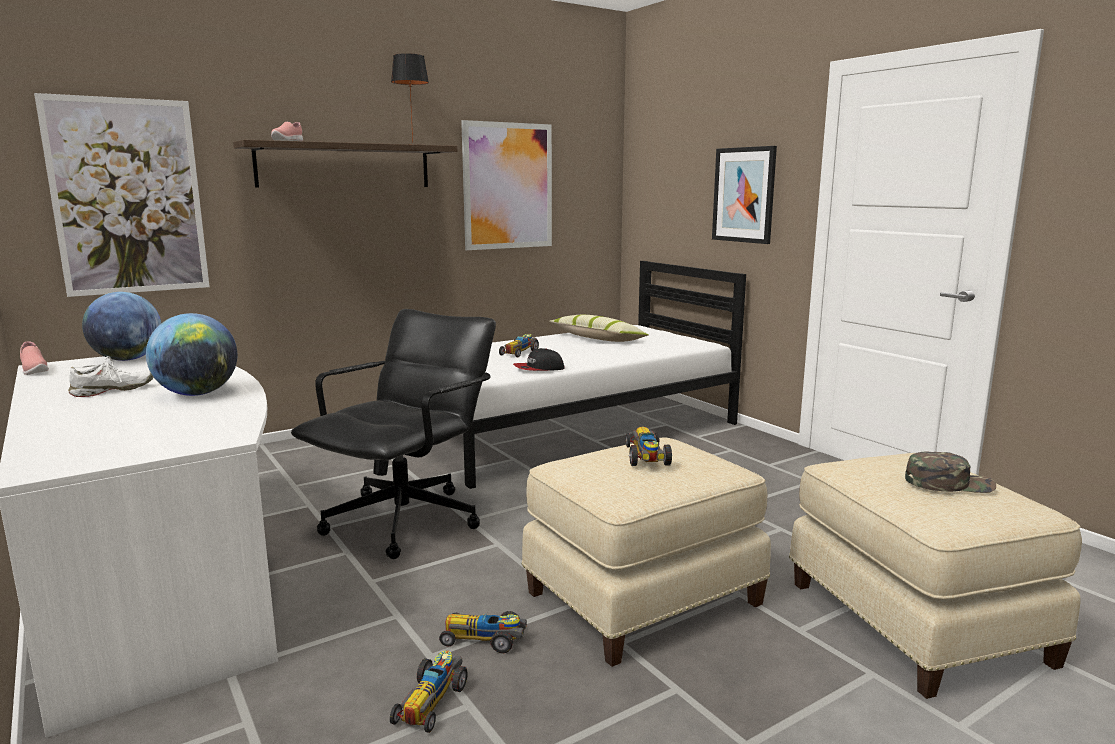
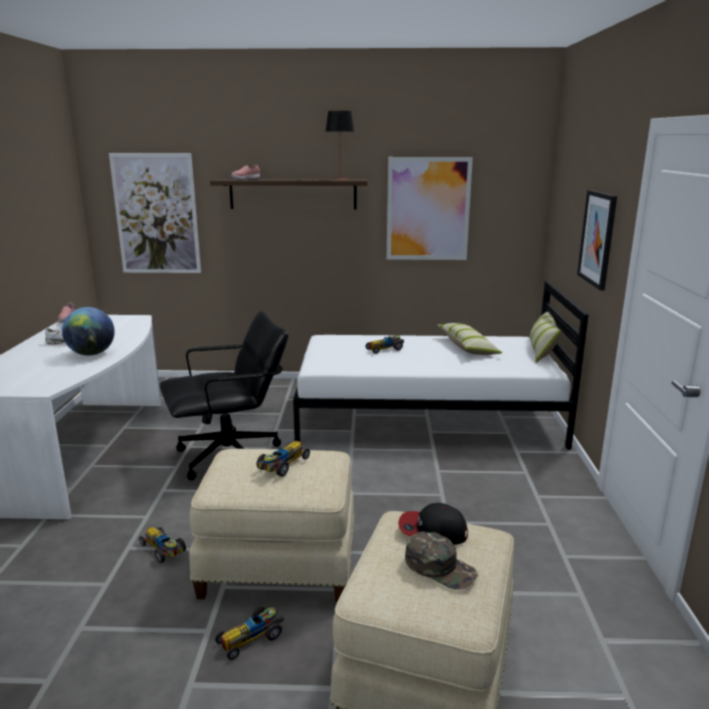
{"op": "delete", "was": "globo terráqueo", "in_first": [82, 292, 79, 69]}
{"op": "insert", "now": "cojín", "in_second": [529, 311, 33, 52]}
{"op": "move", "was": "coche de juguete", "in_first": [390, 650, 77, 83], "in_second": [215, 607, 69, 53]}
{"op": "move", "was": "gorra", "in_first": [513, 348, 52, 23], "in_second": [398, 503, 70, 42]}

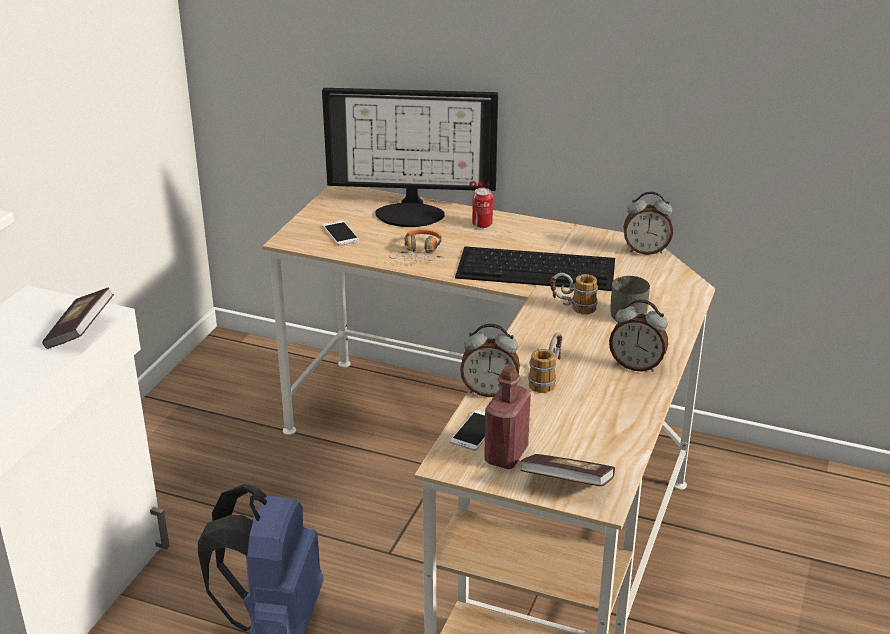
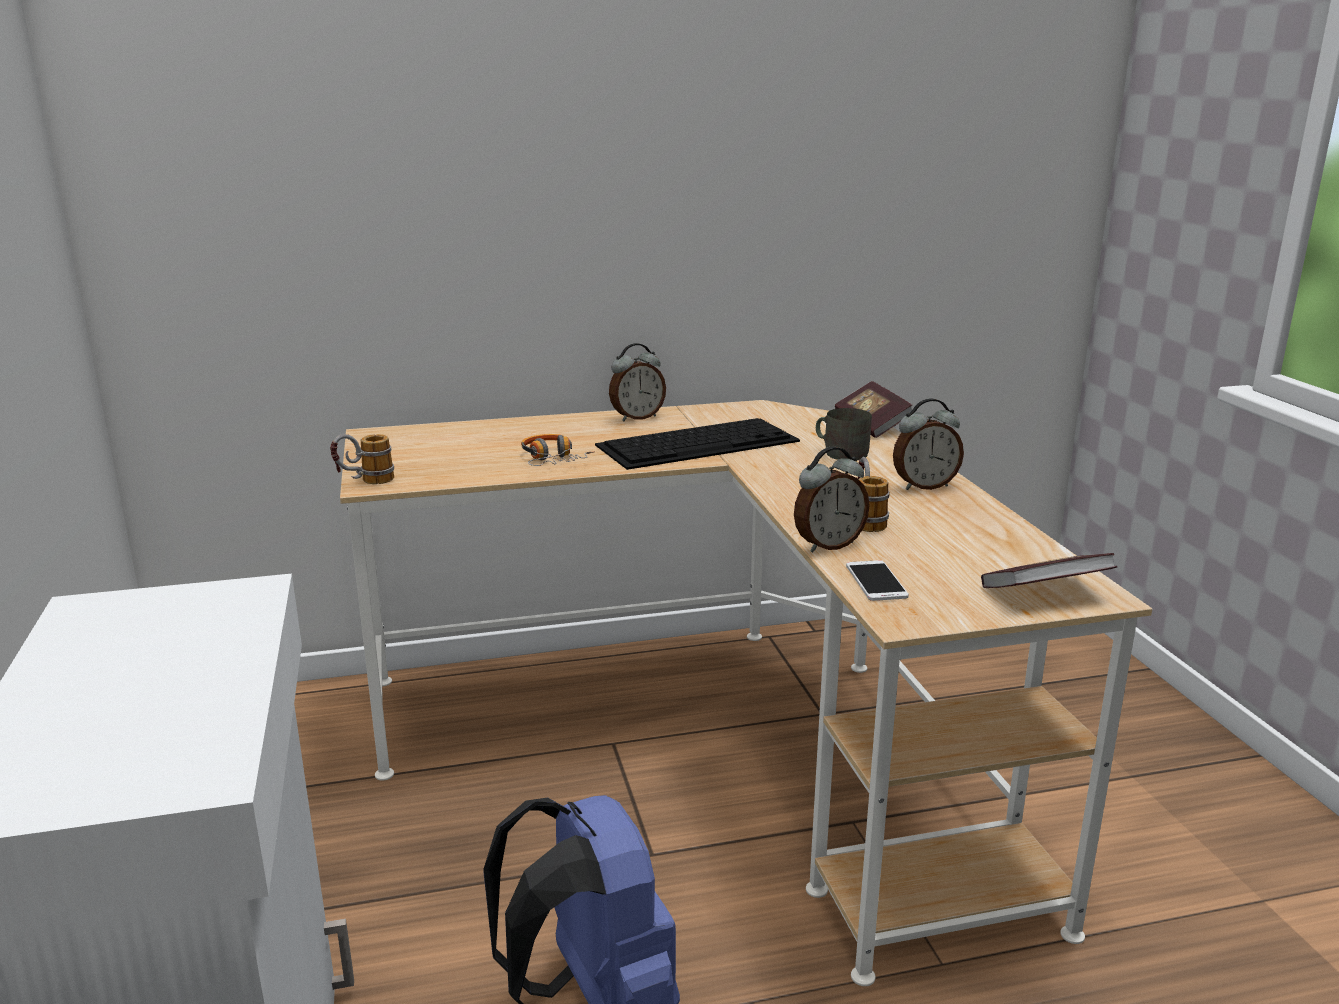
{"op": "delete", "was": "monitor", "in_first": [322, 88, 176, 139]}
{"op": "delete", "was": "móvil", "in_first": [323, 220, 36, 25]}
{"op": "delete", "was": "lata", "in_first": [472, 188, 21, 40]}
{"op": "delete", "was": "botella [rojo]", "in_first": [484, 366, 47, 103]}
{"op": "move", "was": "libro", "in_first": [42, 287, 72, 62], "in_second": [835, 381, 77, 57]}
{"op": "move", "was": "taza grande", "in_first": [550, 273, 48, 41], "in_second": [330, 434, 64, 50]}
{"op": "move", "was": "despertador", "in_first": [623, 191, 50, 64], "in_second": [609, 343, 57, 78]}

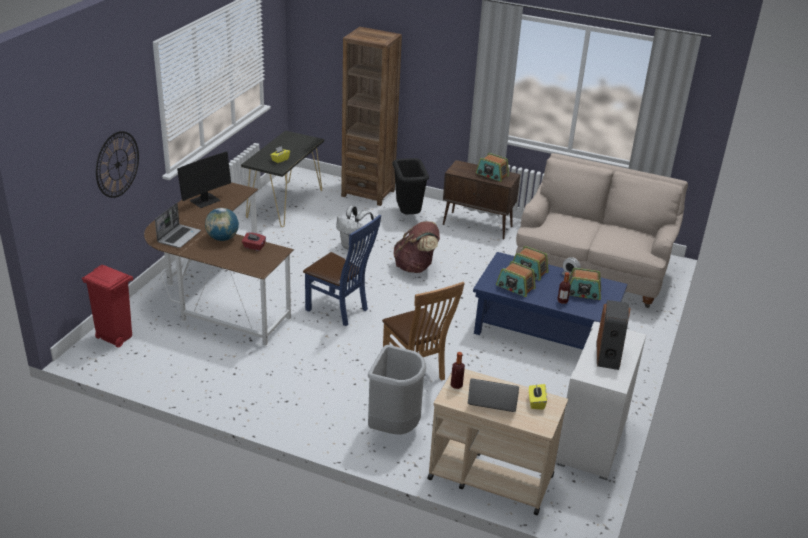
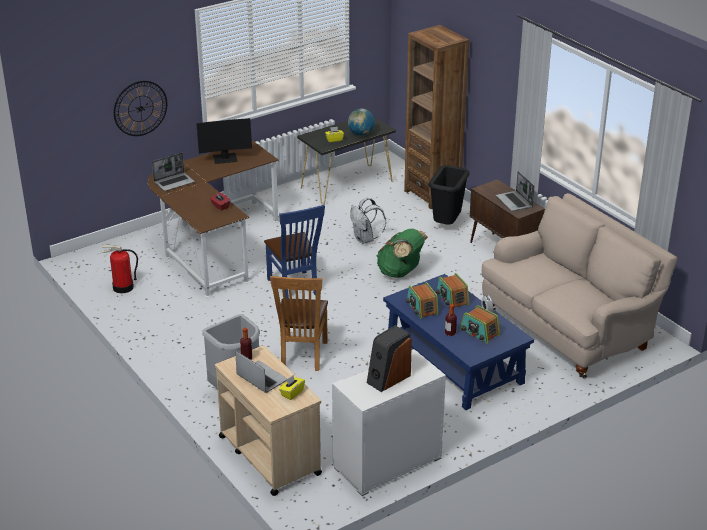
{"op": "delete", "was": "papelera [rojo]", "in_first": [82, 265, 51, 83]}
{"op": "insert", "now": "extintor", "in_second": [100, 245, 38, 48]}
{"op": "move", "was": "globo terráqueo", "in_first": [205, 208, 34, 33], "in_second": [348, 108, 27, 28]}
{"op": "replace", "was": "radio", "now": "portátil", "in_first": [476, 153, 33, 29], "in_second": [496, 171, 39, 40]}
{"op": "recolor", "was": "mochila [marrón]", "now": "mochila [verde]", "in_first": [394, 221, 46, 52], "in_second": [377, 229, 51, 49]}

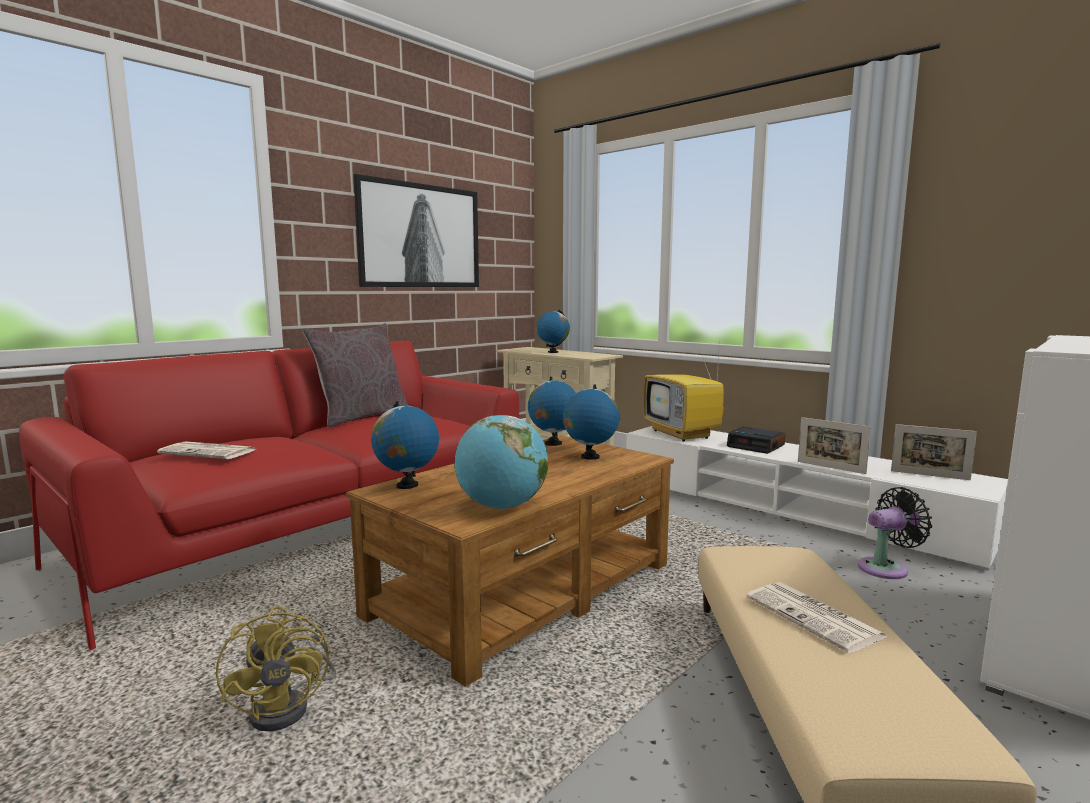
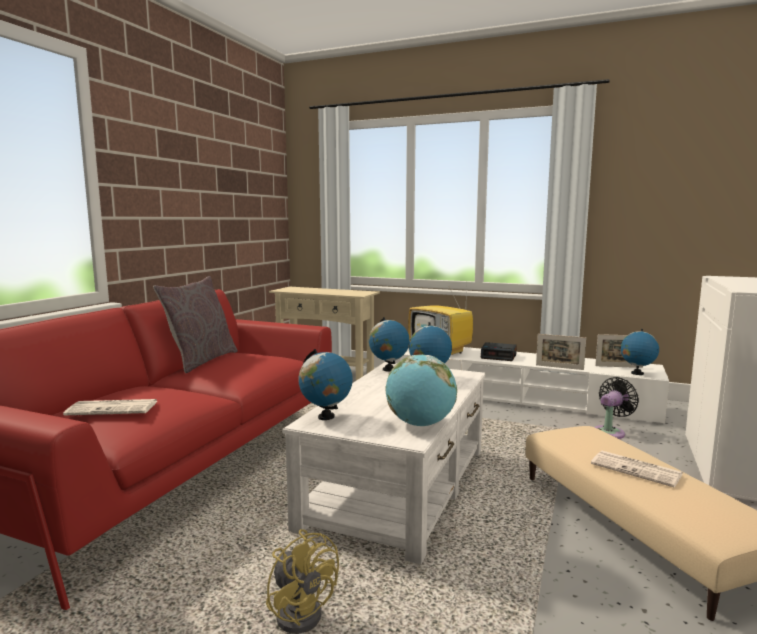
{"op": "delete", "was": "cuadro", "in_first": [353, 174, 126, 113]}
{"op": "move", "was": "globo terráqueo", "in_first": [537, 310, 33, 43], "in_second": [621, 329, 38, 46]}
{"op": "recolor", "was": "mesa de centro [marrón]", "now": "mesa de centro [blanco]", "in_first": [346, 435, 328, 252], "in_second": [282, 362, 204, 202]}

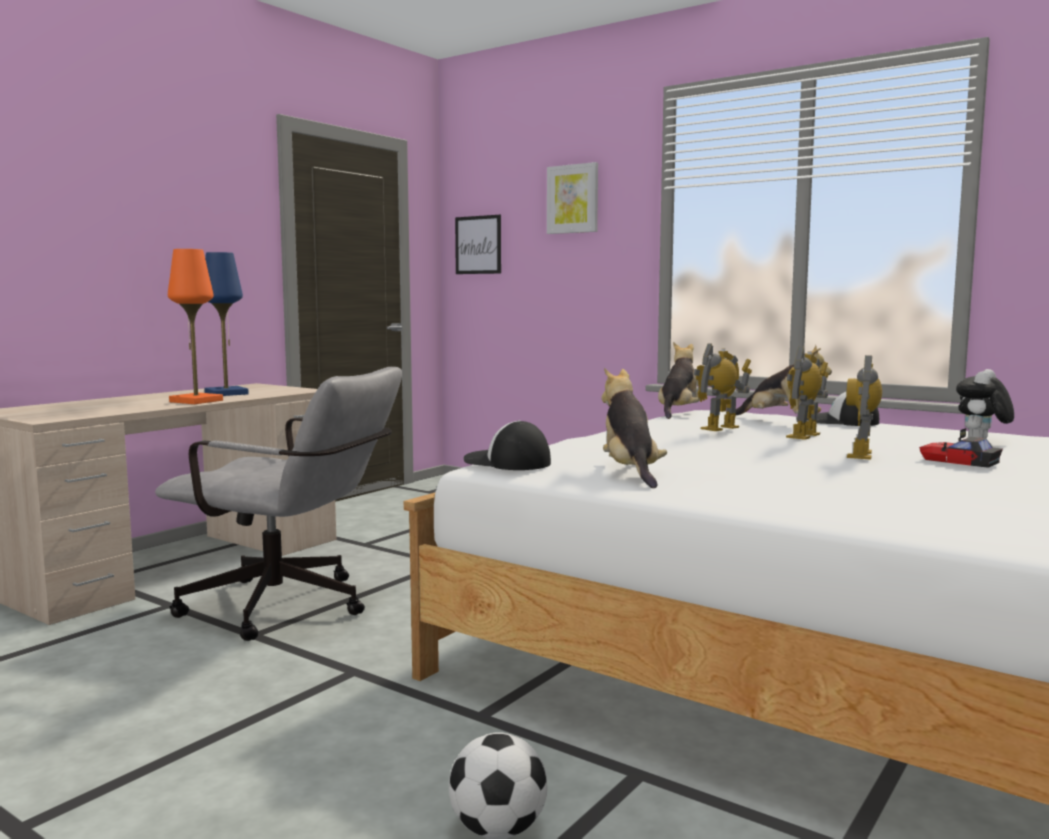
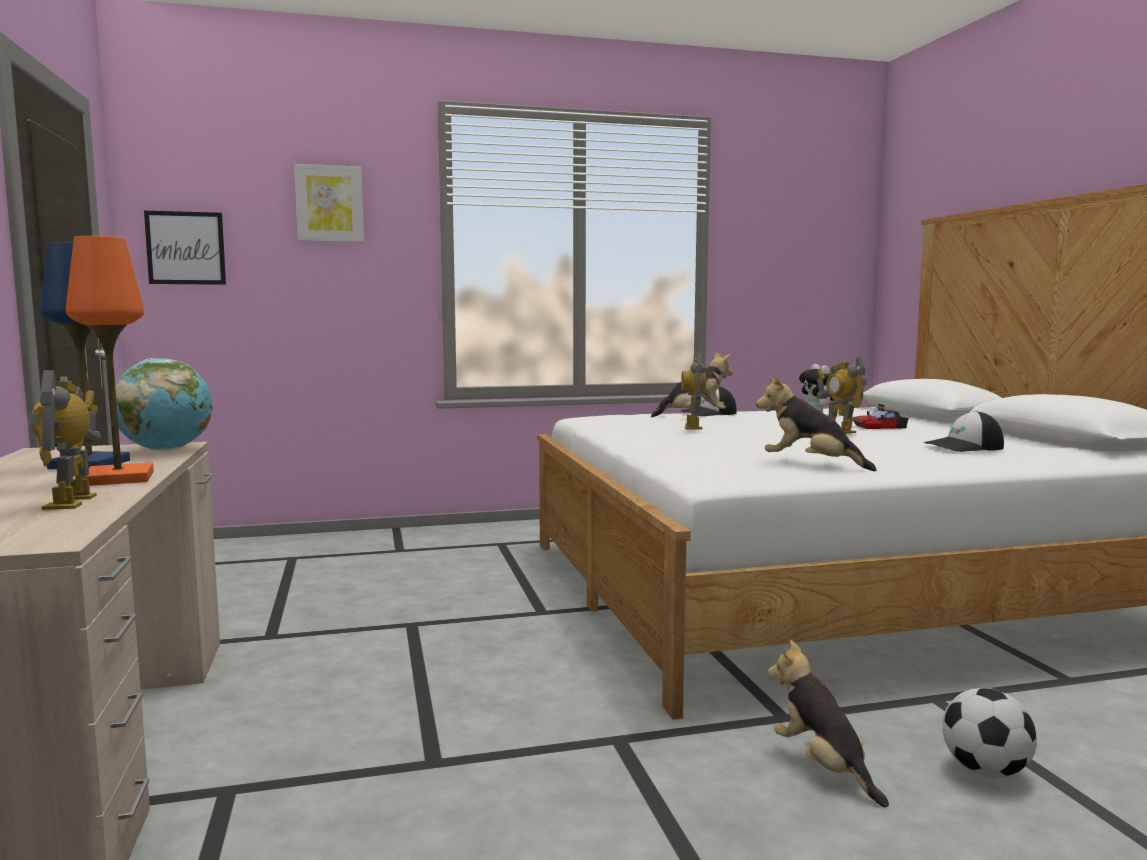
{"op": "delete", "was": "silla de oficina [gris]", "in_first": [155, 367, 247, 274]}
{"op": "insert", "now": "globo terráqueo", "in_second": [115, 358, 98, 93]}
{"op": "move", "was": "gorra", "in_first": [463, 420, 88, 50], "in_second": [924, 411, 80, 41]}
{"op": "move", "was": "peluche", "in_first": [658, 342, 42, 77], "in_second": [768, 640, 121, 167]}
{"op": "move", "was": "robot de juguete", "in_first": [786, 346, 43, 94], "in_second": [31, 370, 70, 140]}

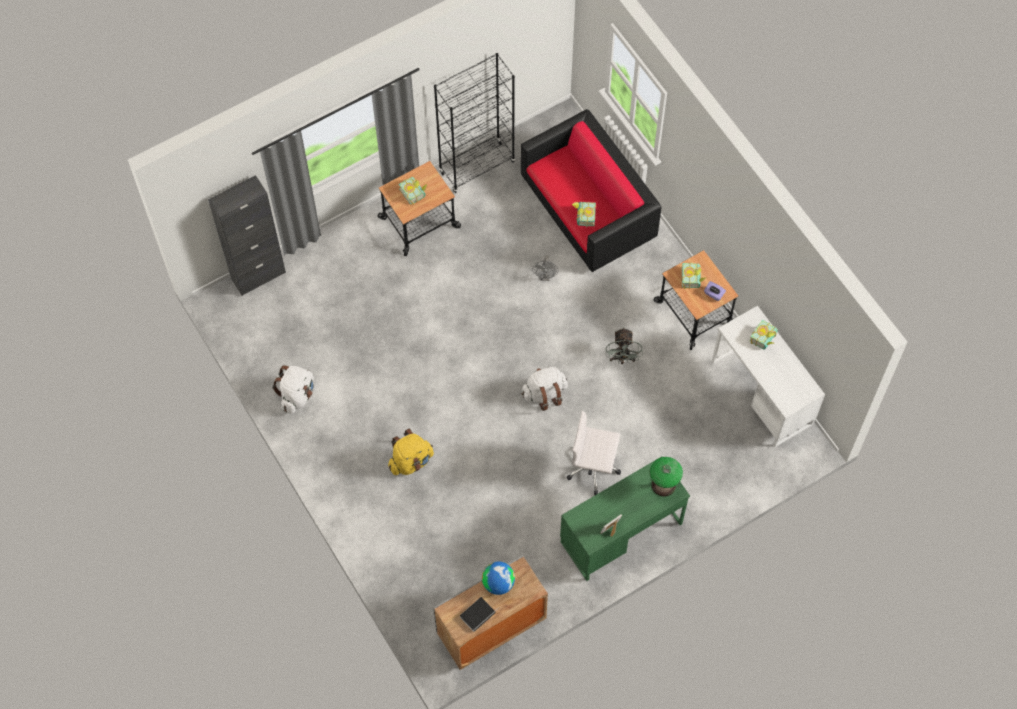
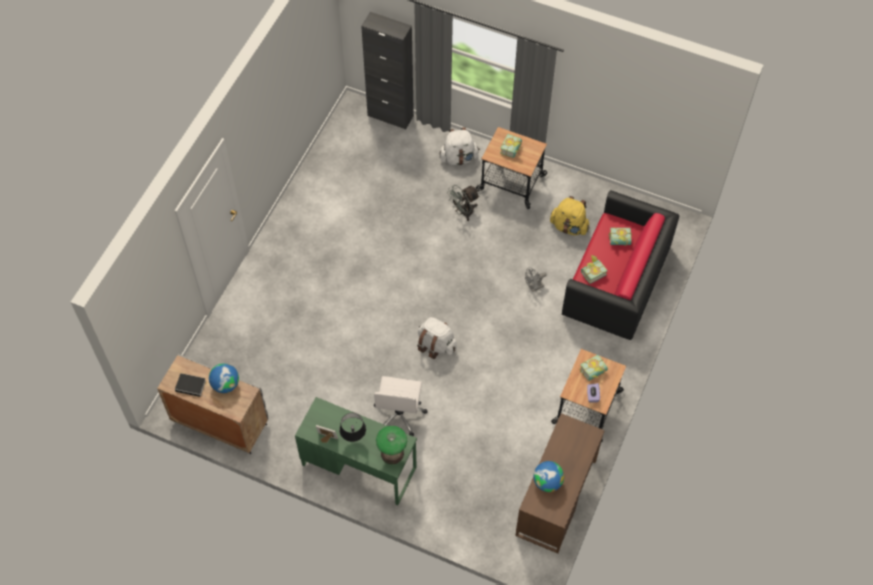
{"op": "delete", "was": "estantería [negro]", "in_first": [434, 53, 81, 140]}
{"op": "insert", "now": "lámpara de mesa [negro]", "in_second": [339, 413, 27, 29]}
{"op": "insert", "now": "globo terráqueo", "in_second": [533, 461, 31, 31]}
{"op": "move", "was": "mochila [blanco]", "in_first": [272, 365, 42, 49], "in_second": [439, 127, 41, 38]}
{"op": "move", "was": "mochila [amarillo]", "in_first": [388, 429, 46, 46], "in_second": [550, 196, 40, 39]}
{"op": "move", "was": "ventilador [gris]", "in_first": [606, 328, 36, 36], "in_second": [447, 185, 32, 36]}
{"op": "move", "was": "libro", "in_first": [749, 320, 29, 29], "in_second": [609, 227, 23, 19]}
{"op": "recolor", "was": "escritorio [blanco]", "now": "escritorio [marrón]", "in_first": [712, 306, 113, 141], "in_second": [515, 413, 90, 140]}
{"op": "rotate", "was": "silla de oficina [blanco]", "in_first": [567, 411, 54, 84], "in_second": [374, 376, 54, 60], "clockwise": -150}

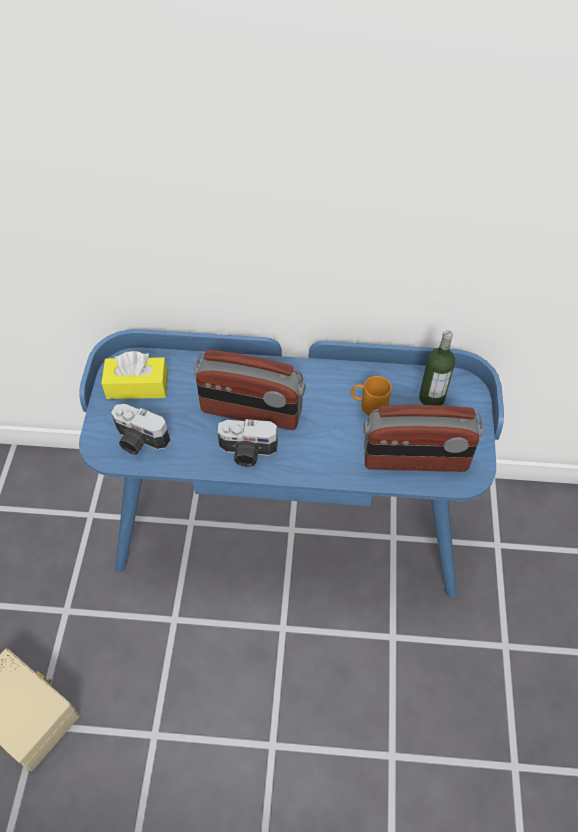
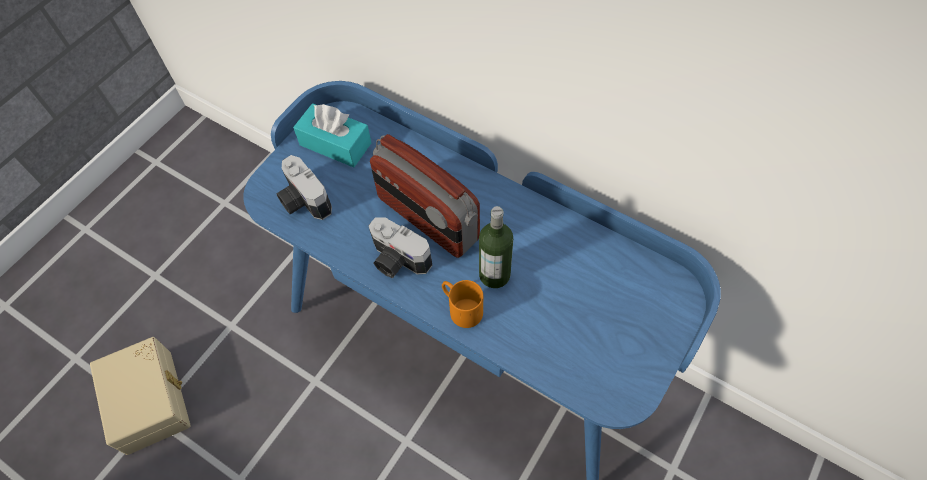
{"op": "delete", "was": "radio", "in_first": [364, 405, 120, 67]}
{"op": "move", "was": "taza grande [naranja]", "in_first": [351, 376, 41, 40], "in_second": [442, 280, 41, 48]}
{"op": "move", "was": "botella", "in_first": [419, 330, 36, 75], "in_second": [479, 206, 34, 82]}
{"op": "recolor", "was": "caja de pañuelos [amarillo]", "now": "caja de pañuelos [turquesa]", "in_first": [101, 351, 67, 48], "in_second": [293, 103, 78, 64]}

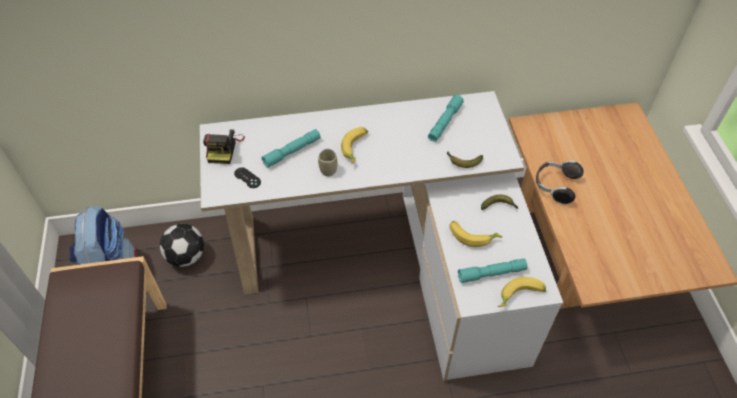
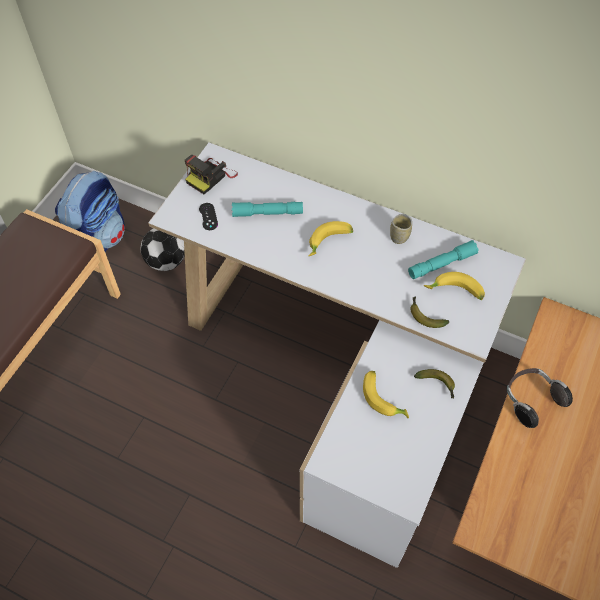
{"op": "delete", "was": "linterna [turquesa]", "in_first": [458, 259, 70, 24]}
{"op": "move", "was": "taza", "in_first": [318, 149, 20, 27], "in_second": [390, 214, 22, 30]}
{"op": "move", "was": "plátano", "in_first": [497, 277, 49, 30], "in_second": [424, 272, 61, 28]}

